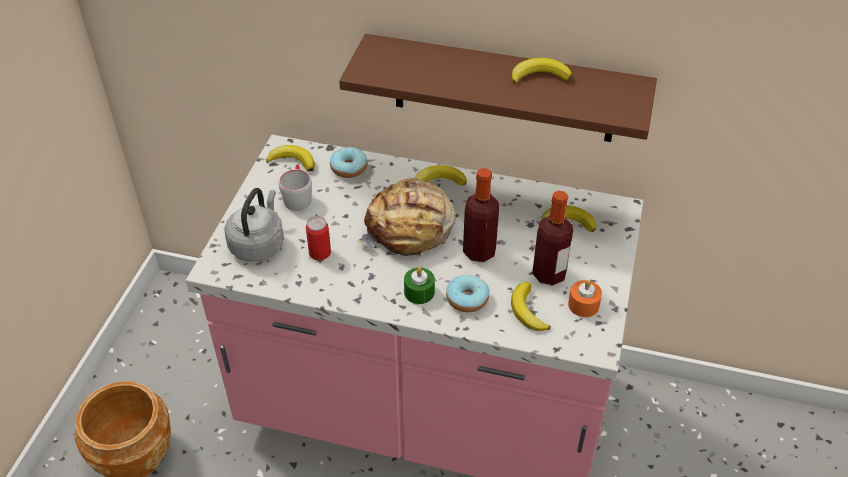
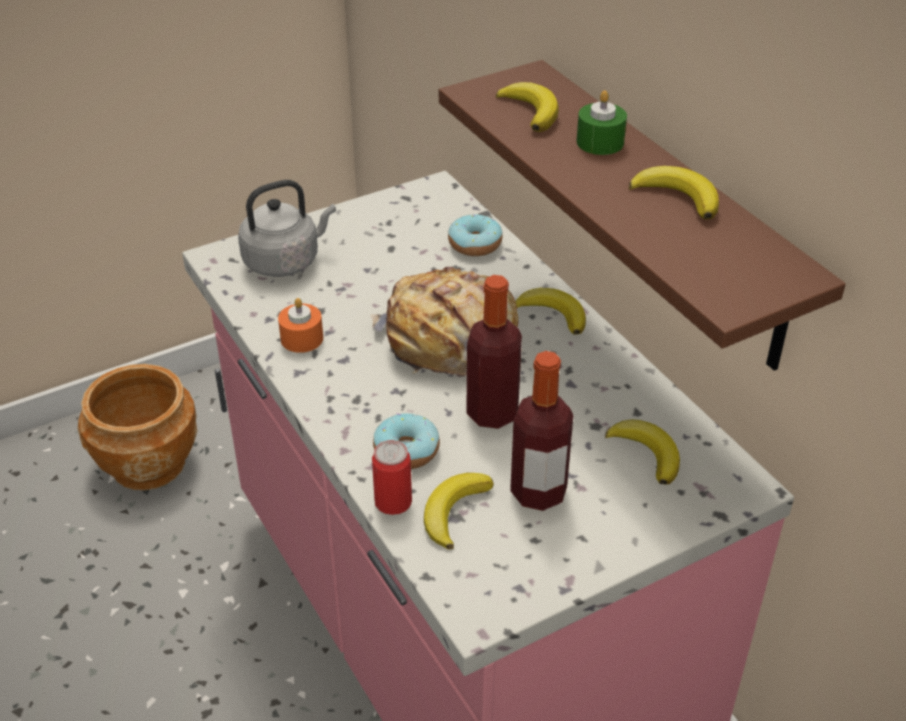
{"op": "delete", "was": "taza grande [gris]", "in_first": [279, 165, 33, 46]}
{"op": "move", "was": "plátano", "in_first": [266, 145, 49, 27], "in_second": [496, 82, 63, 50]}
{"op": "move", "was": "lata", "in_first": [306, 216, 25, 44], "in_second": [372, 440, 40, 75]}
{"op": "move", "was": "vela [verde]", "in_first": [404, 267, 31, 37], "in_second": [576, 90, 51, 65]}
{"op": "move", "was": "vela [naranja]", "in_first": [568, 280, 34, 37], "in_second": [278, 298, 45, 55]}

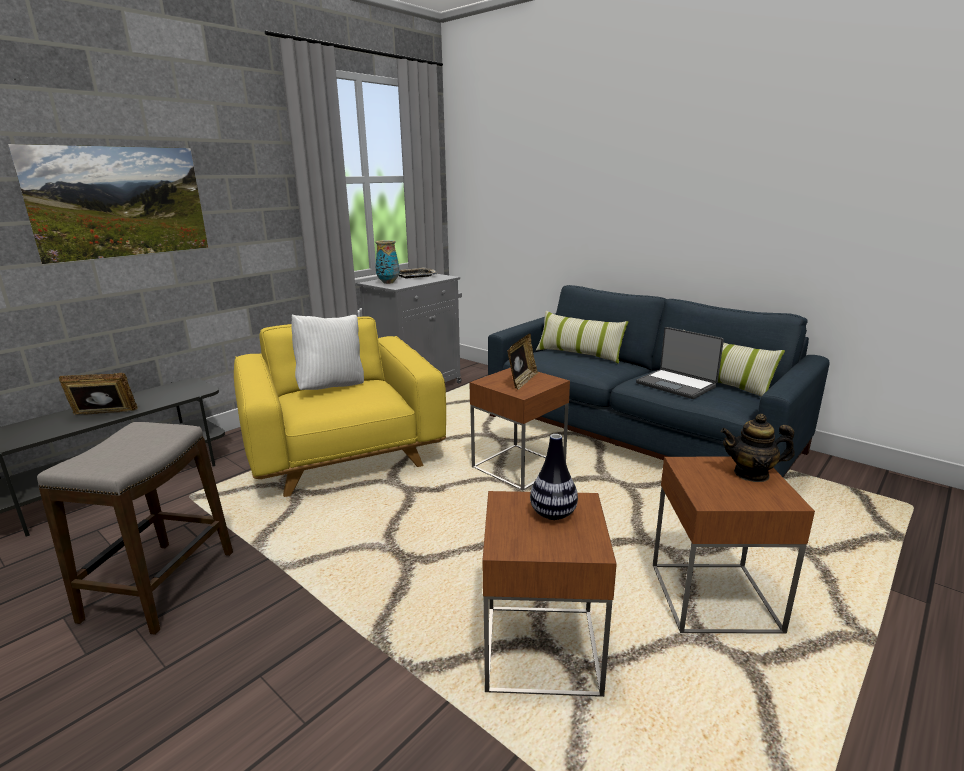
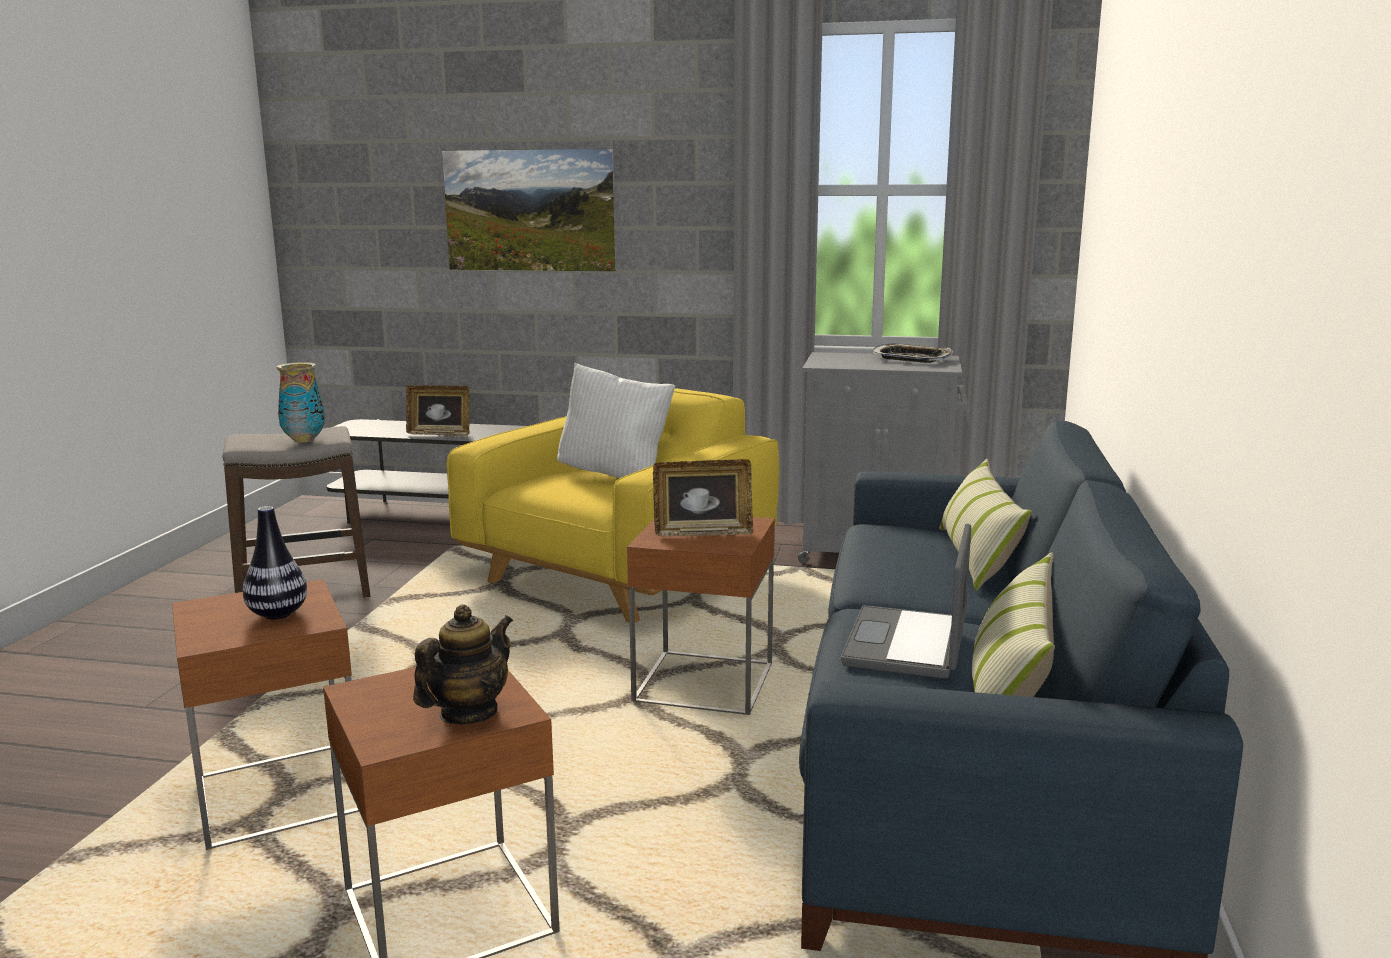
{"op": "move", "was": "florero", "in_first": [375, 240, 24, 44], "in_second": [277, 362, 48, 81]}
{"op": "rotate", "was": "portarretratos", "in_first": [59, 373, 78, 42], "in_second": [406, 385, 64, 51], "clockwise": 135}
{"op": "rotate", "was": "tetera", "in_first": [721, 414, 74, 68], "in_second": [413, 604, 100, 121], "clockwise": 60}

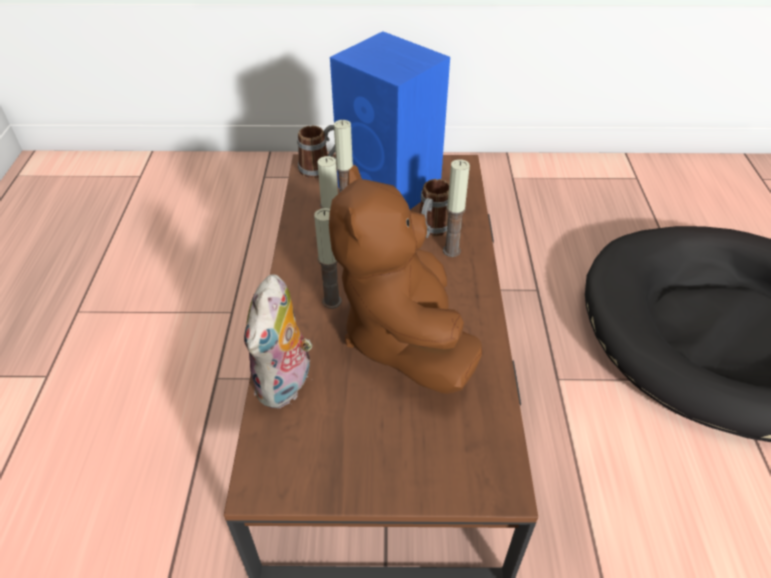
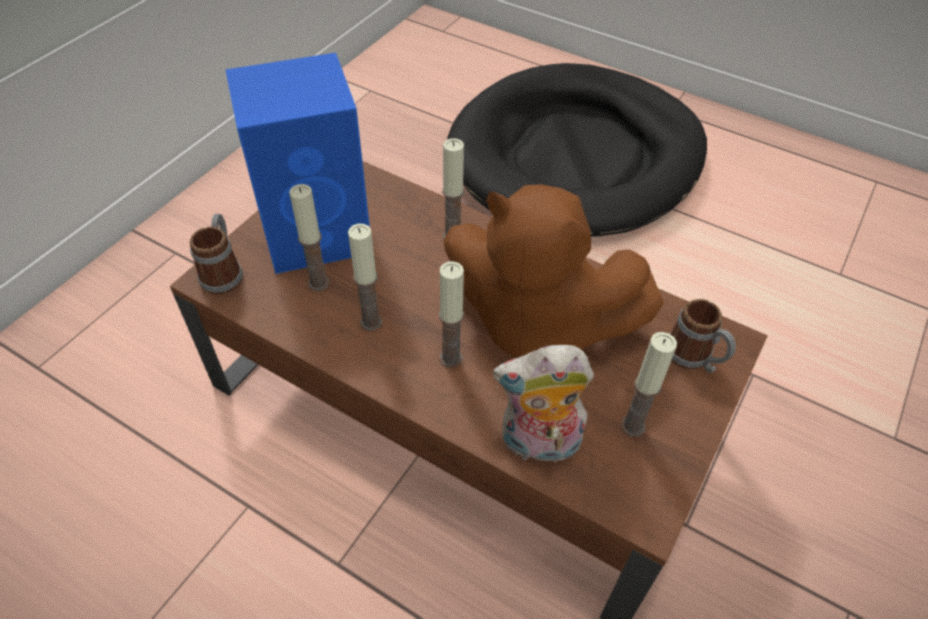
{"op": "insert", "now": "vela", "in_second": [621, 332, 56, 105]}
{"op": "move", "was": "taza grande", "in_first": [419, 179, 30, 59], "in_second": [669, 299, 67, 74]}
{"op": "rotate", "was": "peluche", "in_first": [244, 274, 68, 134], "in_second": [493, 345, 101, 118], "clockwise": 135}

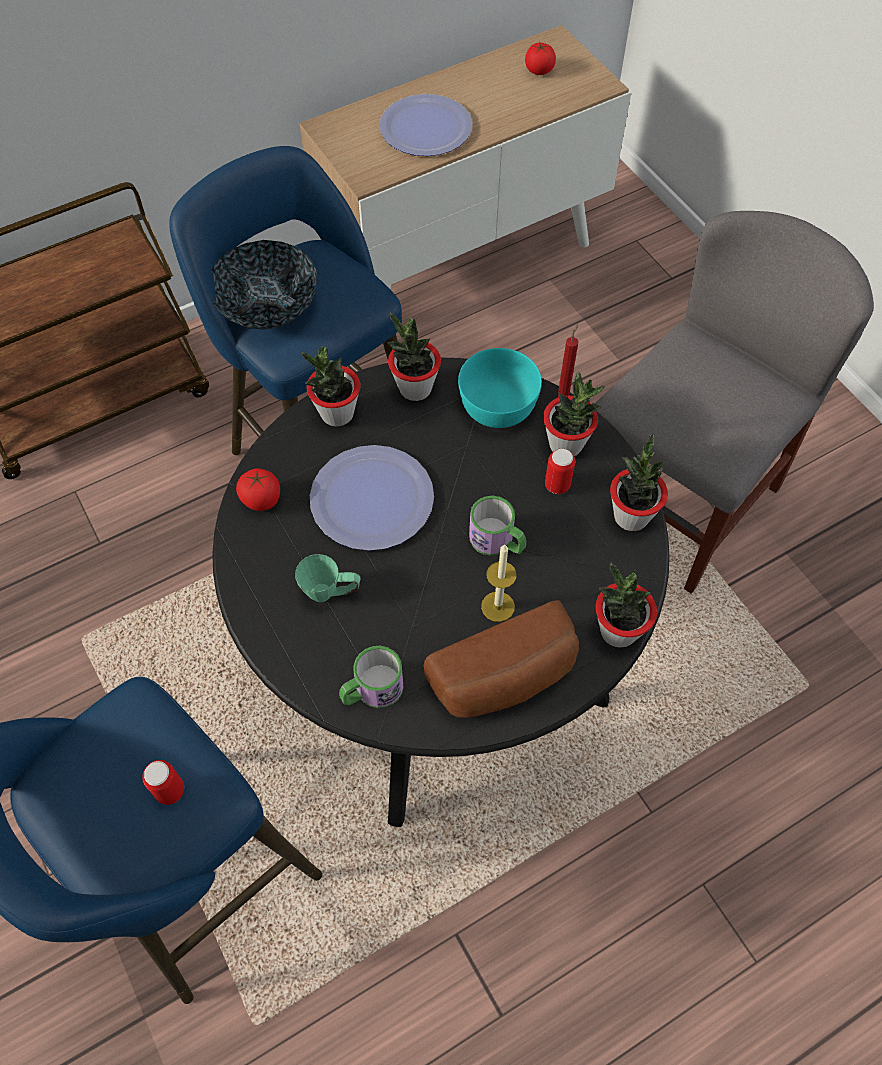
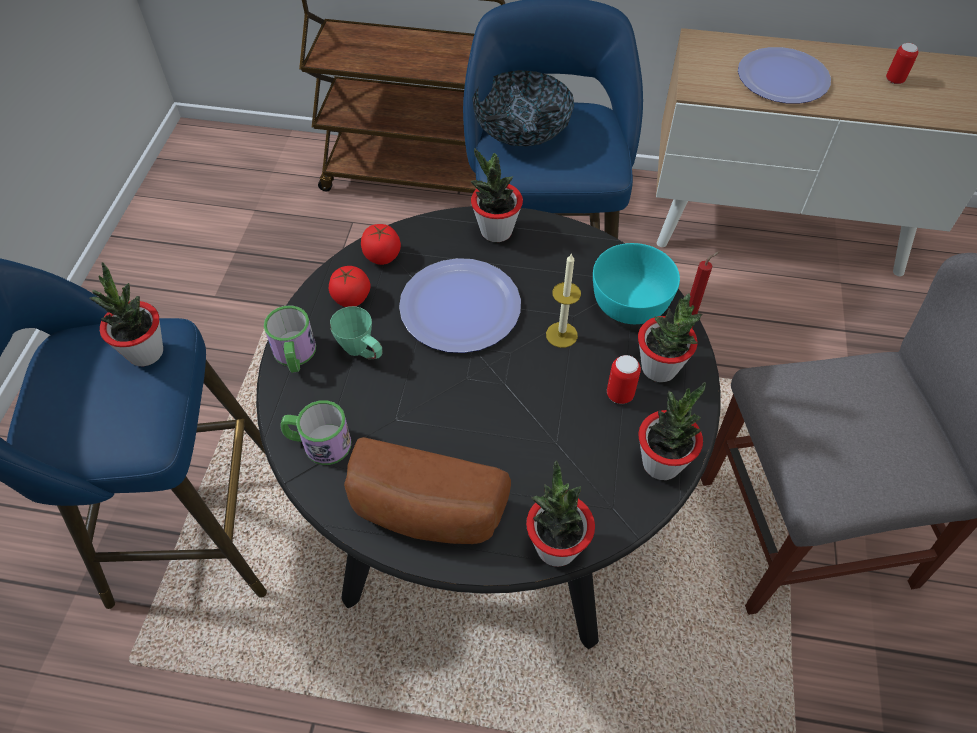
{"op": "move", "was": "lata", "in_first": [142, 760, 42, 45], "in_second": [886, 43, 32, 41]}
{"op": "move", "was": "planta en maceta", "in_first": [387, 312, 54, 89], "in_second": [90, 262, 73, 104]}
{"op": "move", "was": "taza grande", "in_first": [469, 496, 57, 60], "in_second": [264, 306, 52, 67]}
{"op": "move", "was": "vela", "in_first": [481, 545, 36, 77], "in_second": [546, 253, 35, 95]}
{"op": "move", "was": "tomate", "in_first": [525, 43, 31, 32], "in_second": [329, 266, 42, 41]}

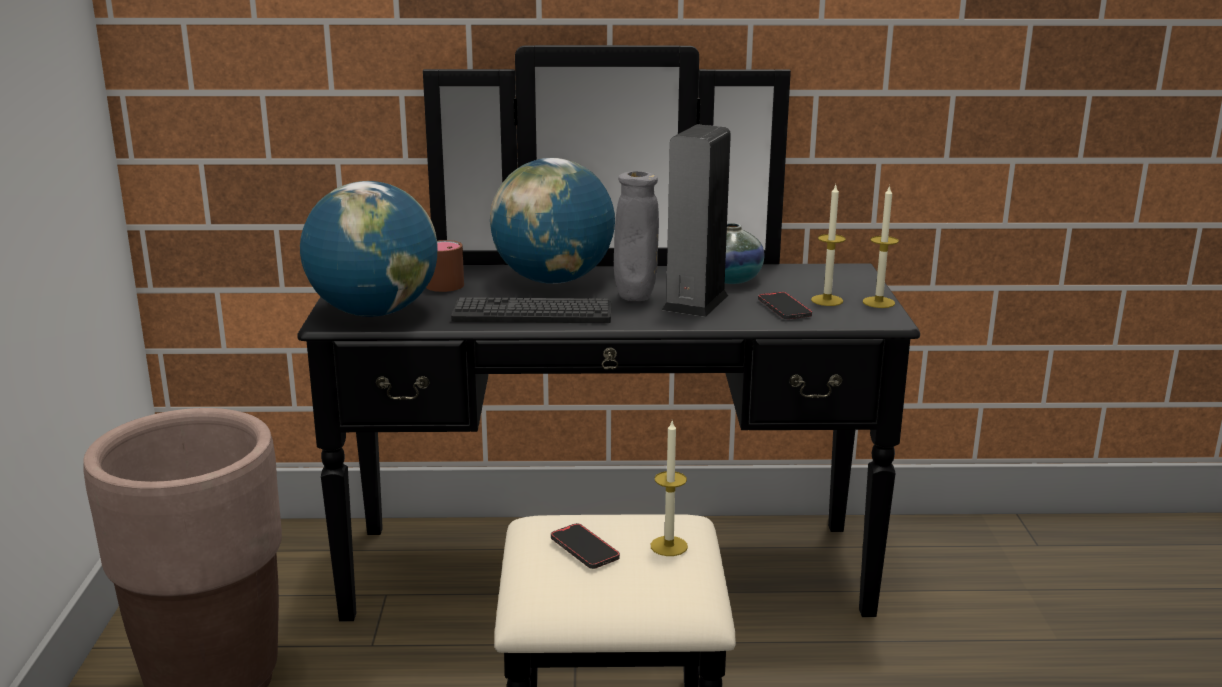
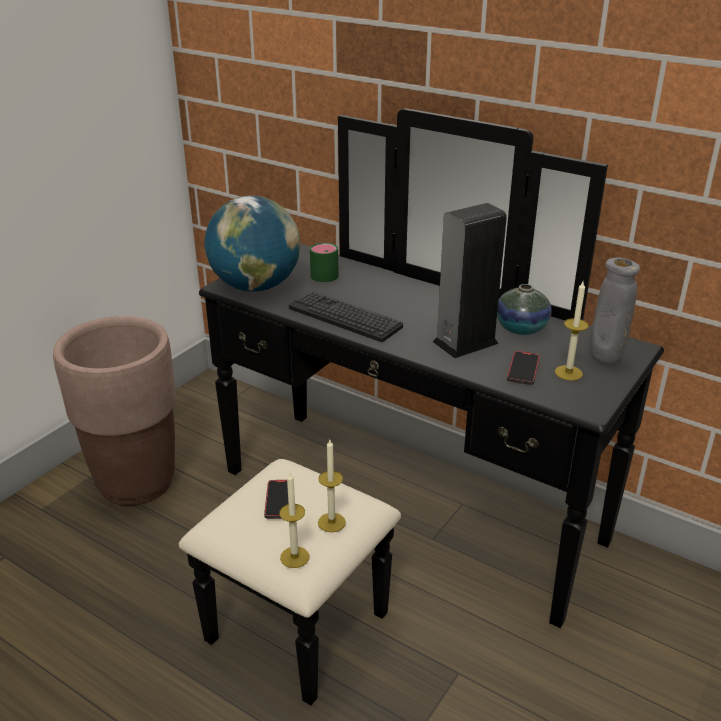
{"op": "delete", "was": "globo terráqueo", "in_first": [490, 158, 125, 126]}
{"op": "move", "was": "florero [gris]", "in_first": [614, 171, 45, 130], "in_second": [591, 257, 49, 107]}
{"op": "move", "was": "vela", "in_first": [863, 185, 36, 123], "in_second": [279, 473, 30, 95]}
{"op": "recolor", "was": "taza grande [marrón]", "now": "taza grande [verde]", "in_first": [426, 240, 38, 52], "in_second": [310, 243, 29, 39]}

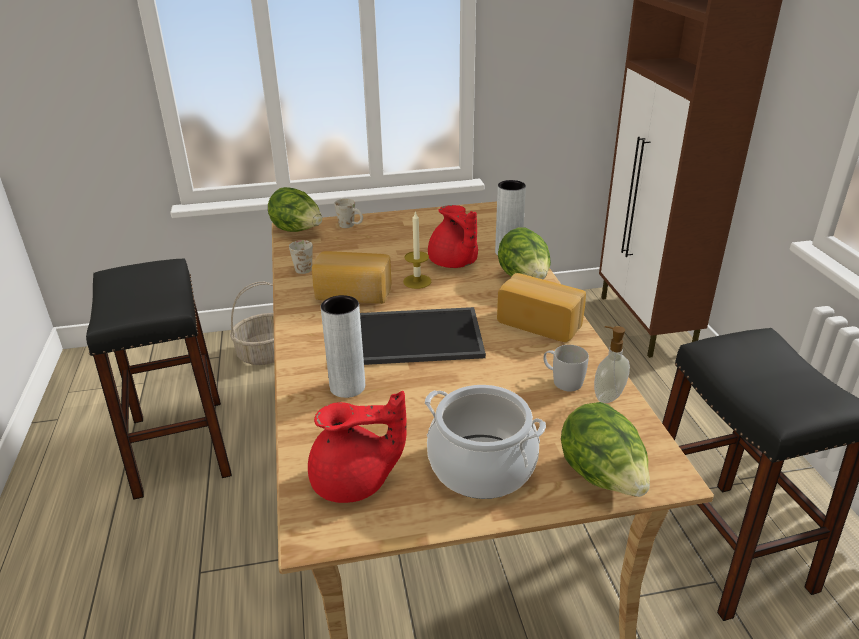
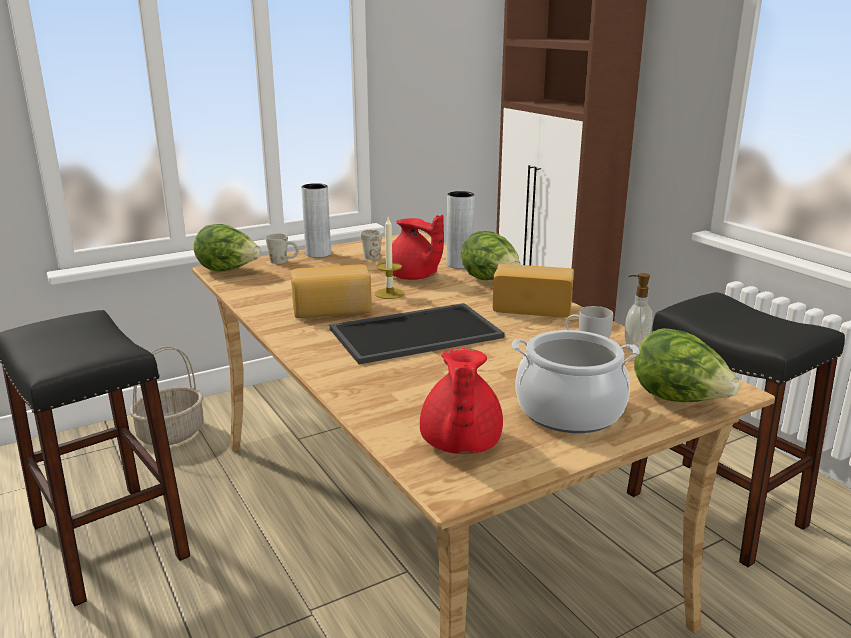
{"op": "move", "was": "taza grande [blanco]", "in_first": [289, 240, 24, 34], "in_second": [361, 230, 21, 30]}
{"op": "move", "was": "florero [gris]", "in_first": [321, 295, 44, 103], "in_second": [301, 183, 30, 75]}
{"op": "rotate", "was": "tetera [rojo]", "in_first": [308, 391, 99, 112], "in_second": [420, 348, 83, 106], "clockwise": 120}

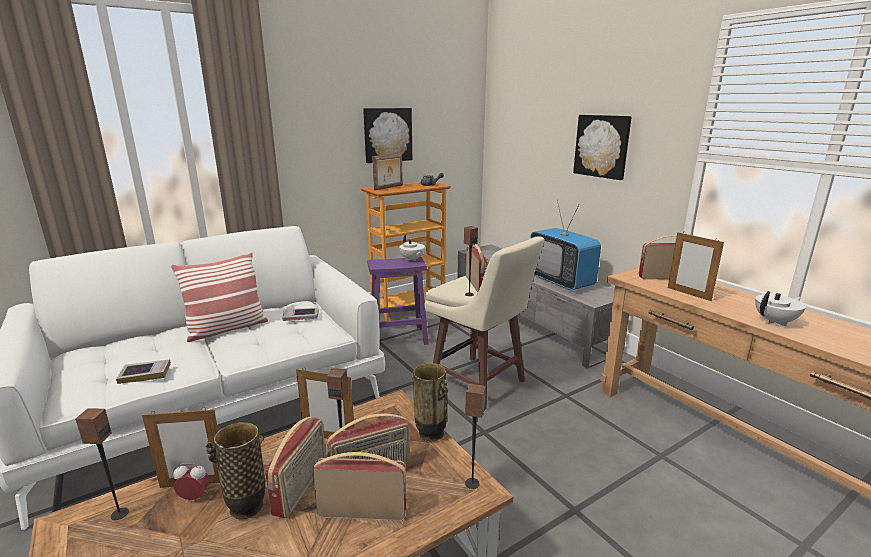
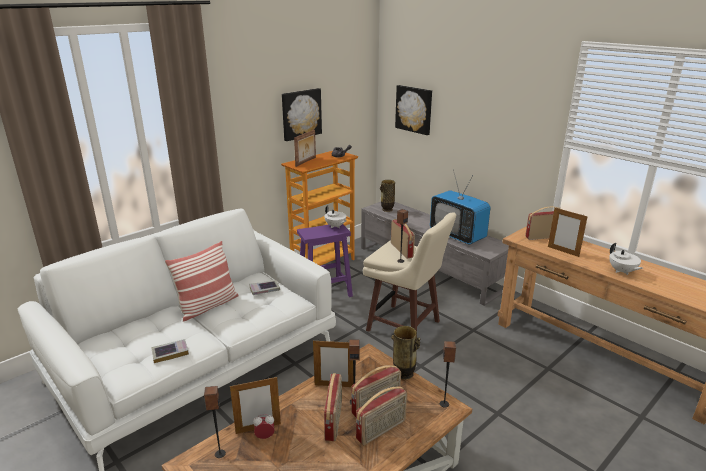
{"op": "move", "was": "florero", "in_first": [205, 422, 60, 98], "in_second": [380, 180, 15, 32]}
{"op": "move", "was": "cuadro", "in_first": [573, 115, 59, 65], "in_second": [395, 85, 37, 50]}
{"op": "rotate", "was": "radio", "in_first": [313, 452, 93, 69], "in_second": [356, 386, 51, 59], "clockwise": 150}
{"op": "rotate", "was": "tetera [blanco]", "in_first": [755, 291, 51, 35], "in_second": [609, 243, 34, 32], "clockwise": 105}

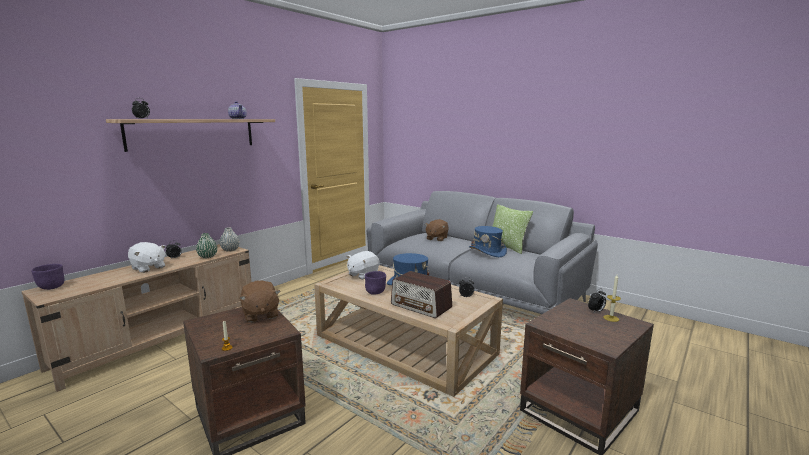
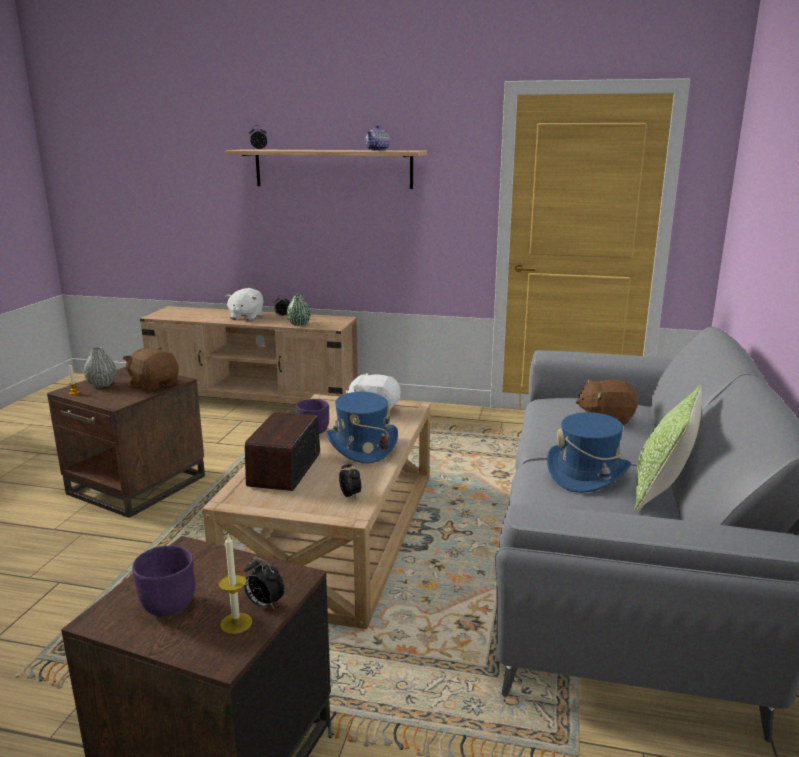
{"op": "move", "was": "cuenco [morado]", "in_first": [31, 264, 33, 26], "in_second": [132, 546, 63, 70]}
{"op": "move", "was": "florero [gris]", "in_first": [220, 227, 19, 25], "in_second": [84, 347, 33, 40]}
{"op": "rotate", "was": "peluche [marrón]", "in_first": [240, 281, 41, 42], "in_second": [123, 347, 56, 45], "clockwise": 90}

